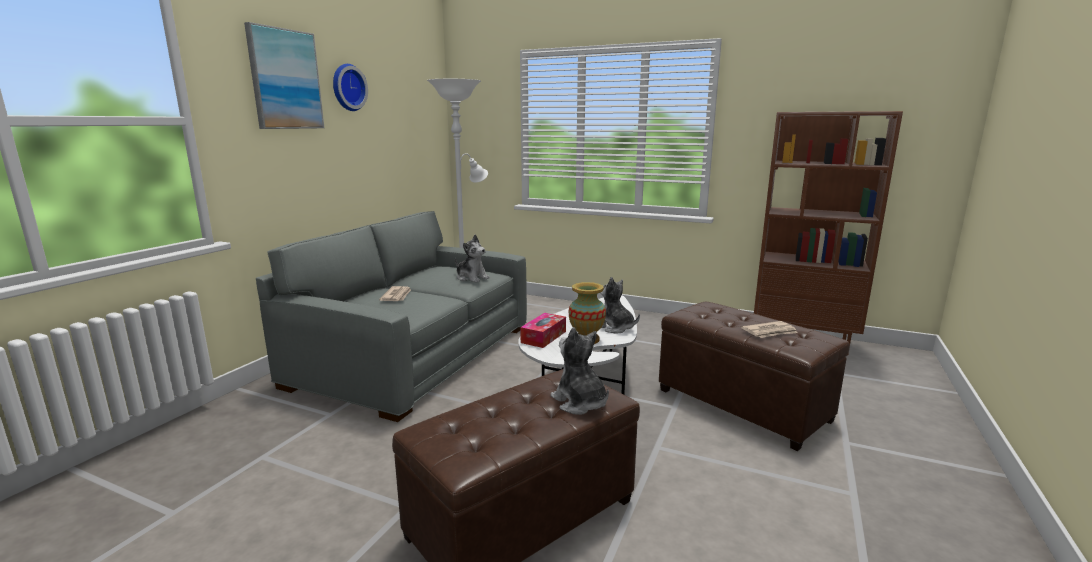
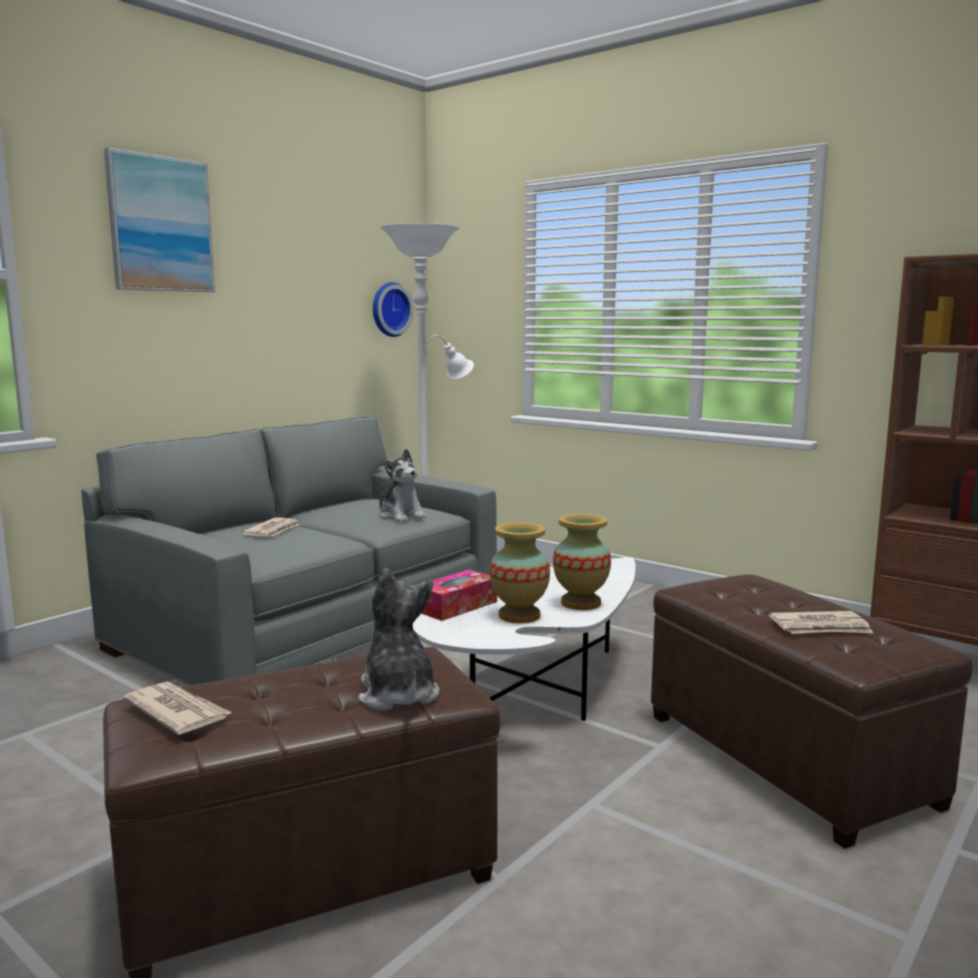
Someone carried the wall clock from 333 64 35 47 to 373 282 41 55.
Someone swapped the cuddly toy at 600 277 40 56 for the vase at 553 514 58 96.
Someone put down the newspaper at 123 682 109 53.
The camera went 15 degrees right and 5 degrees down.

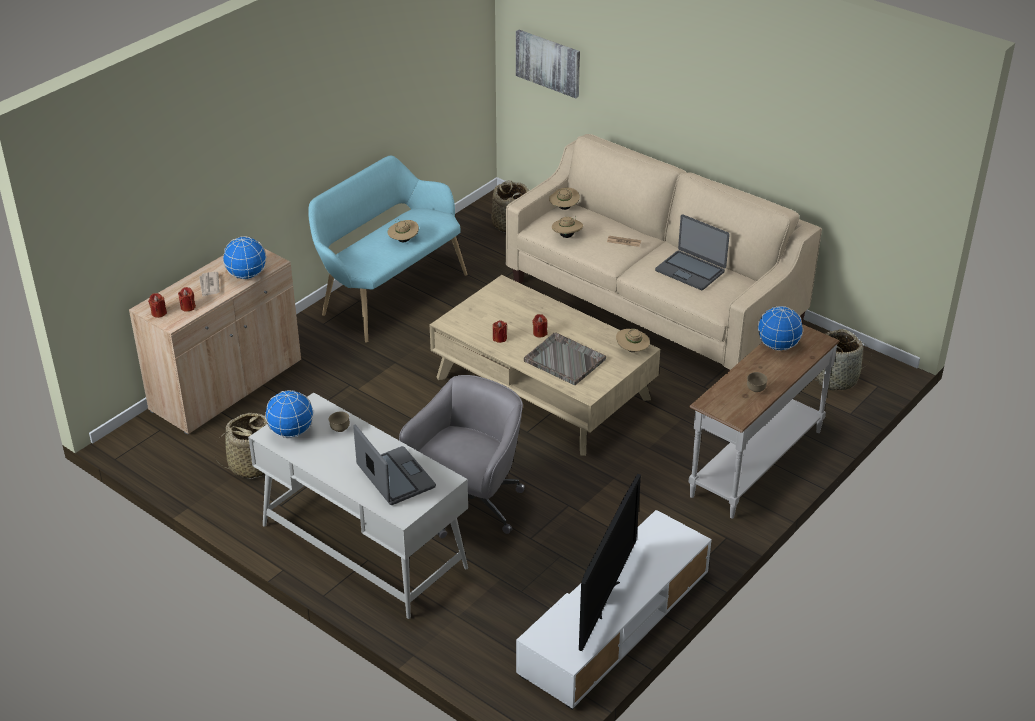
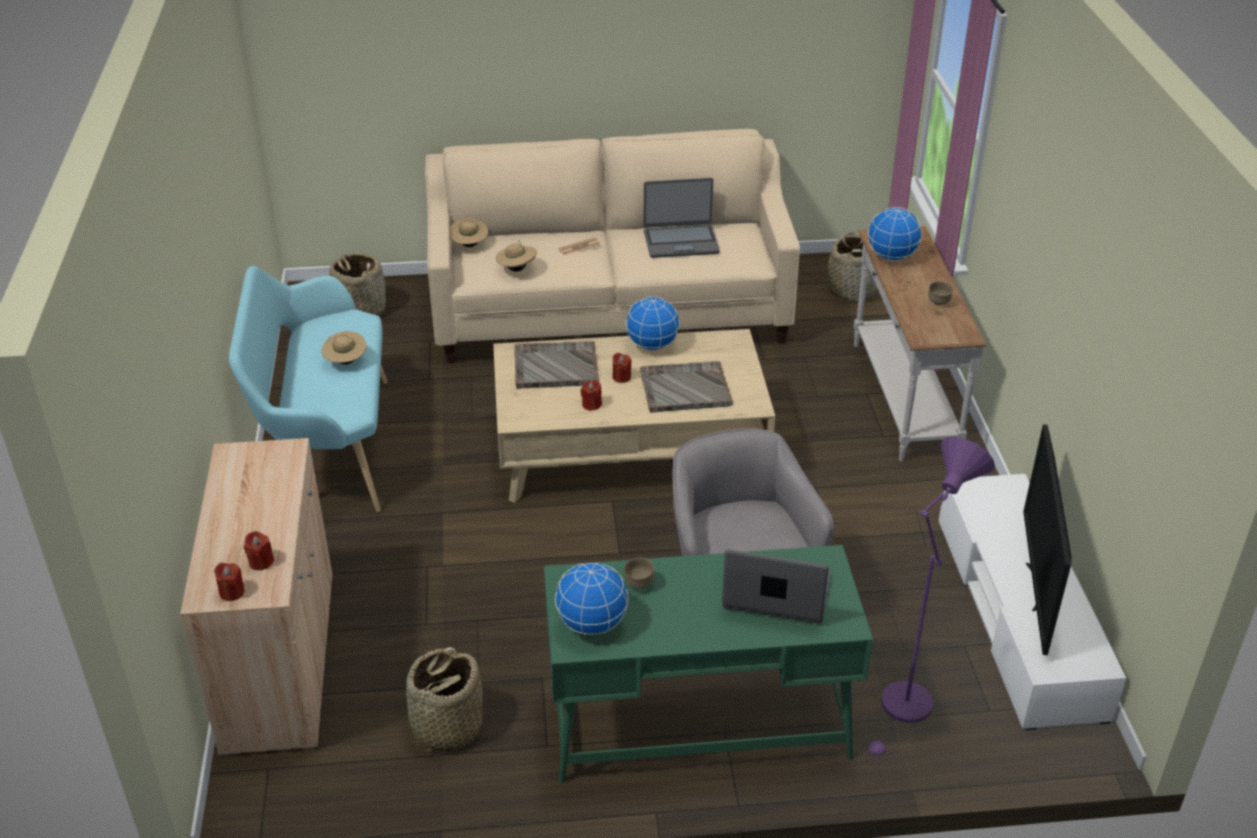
Someone took away the newspaper at 199 272 21 25.
Someone carried the world globe from 223 236 43 43 to 625 296 55 54.
Someone repainted the white-coloured desk table at 248 392 220 227, which became the greenish desk table at 544 545 329 239.
Someone took away the wall art at 516 30 64 68.
Someone rotated the TV set at 579 474 62 177 by 150 degrees counterclockwise.
Someone took away the sand-coloured clothing hat at 616 329 34 23.
Someone put down the grey carrying tray at 514 341 85 48.
Someone put down the purple standing lamp at 868 437 127 324.
The camera went 45 degrees left and 0 degrees up.

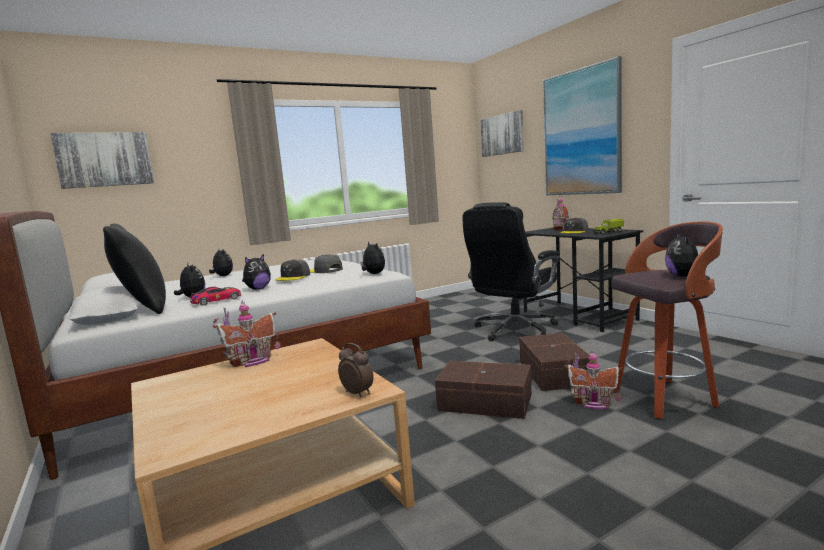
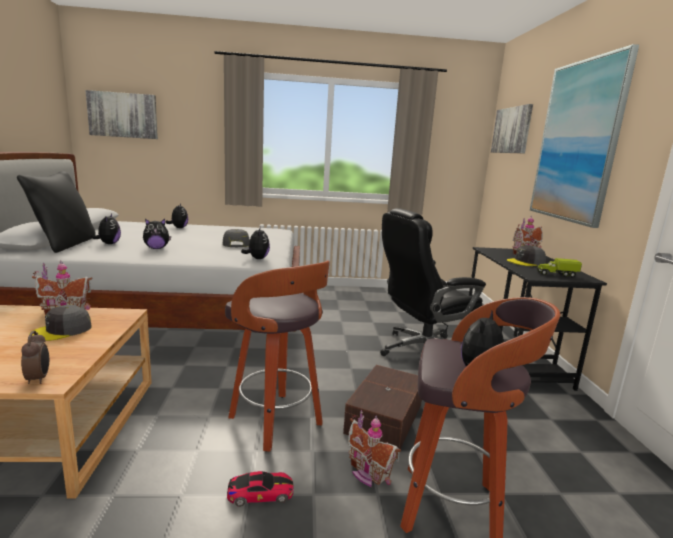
Someone carried the model car from 190 287 51 19 to 227 471 67 36.
Someone carried the grey baseball cap from 275 259 35 22 to 29 305 63 36.
Someone swapped the brownish storage container at 435 361 97 58 for the stool at 225 260 105 192.
The camera went 25 degrees right and 5 degrees up.

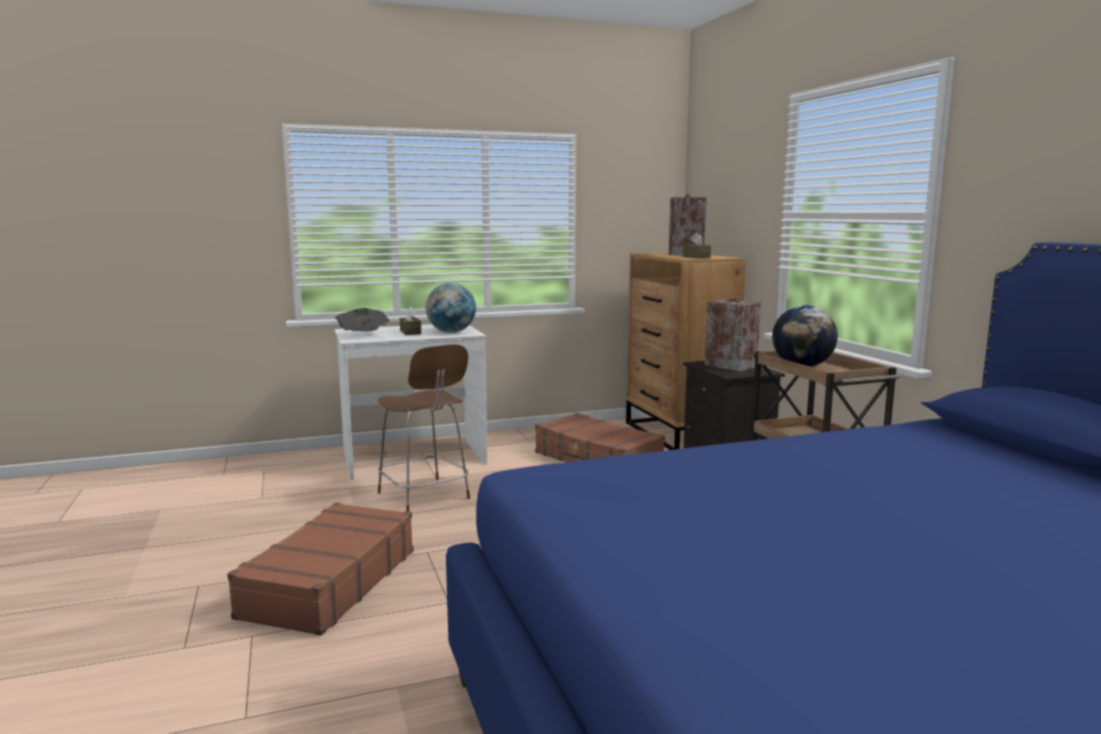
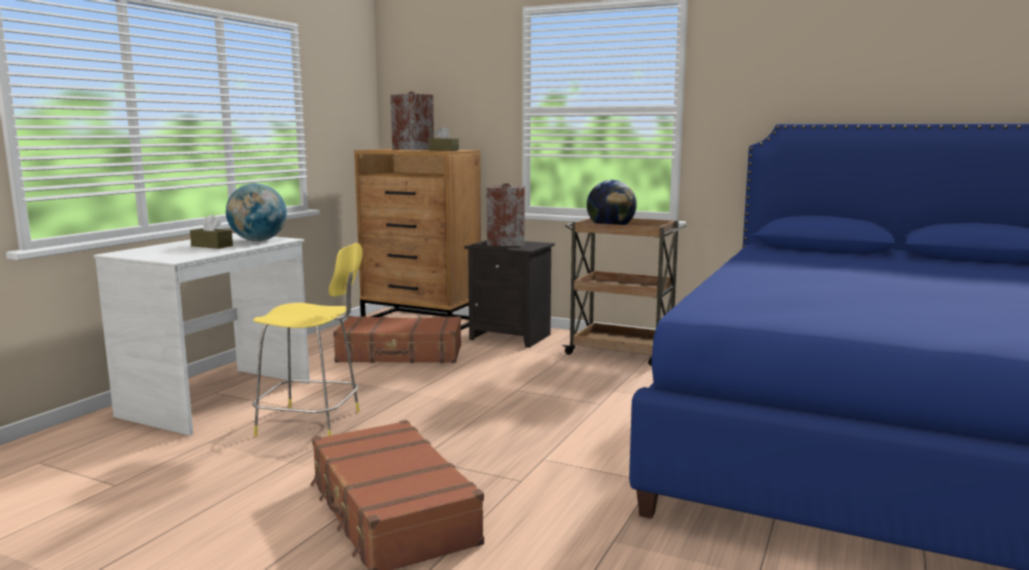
Someone took away the newspaper at 335 308 55 24.
Someone repainted the brownish stool at 378 344 92 168, which became the yellowish stool at 252 243 111 193.
The camera went 45 degrees left and 0 degrees up.

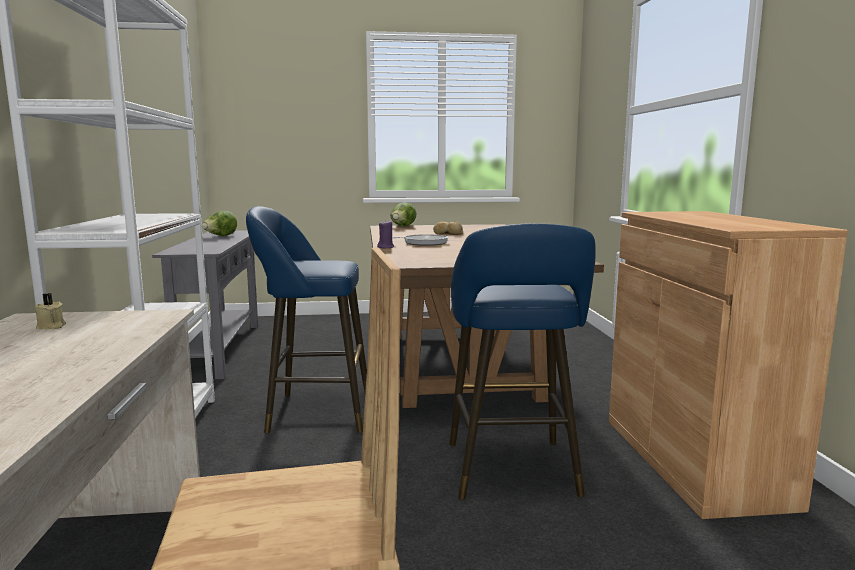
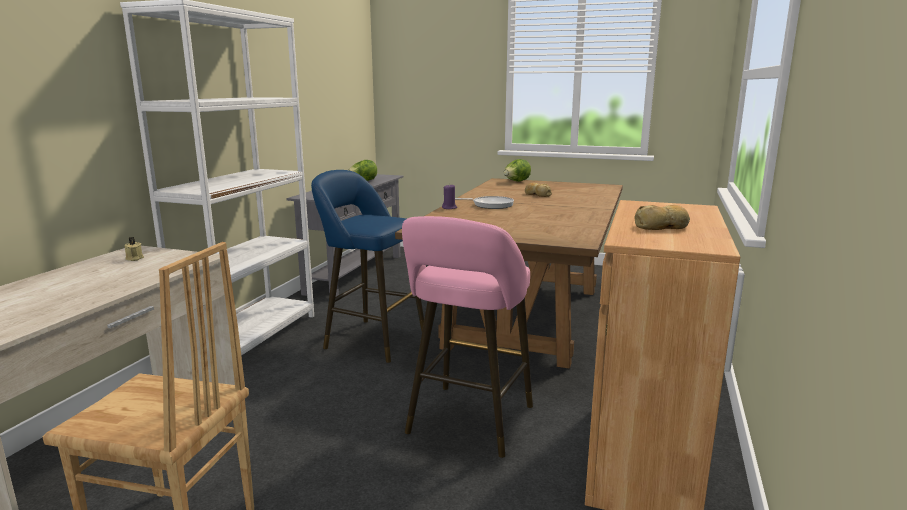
Someone repainted the blue stool at 449 223 147 277, which became the pinkish stool at 402 216 131 242.
Someone put down the baked bread at 635 205 55 25.
The camera went 25 degrees right and 5 degrees up.

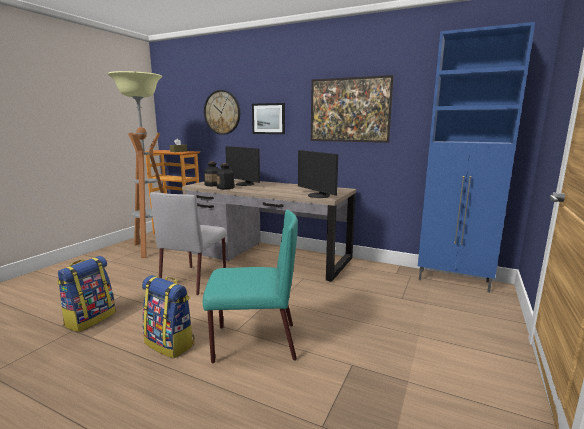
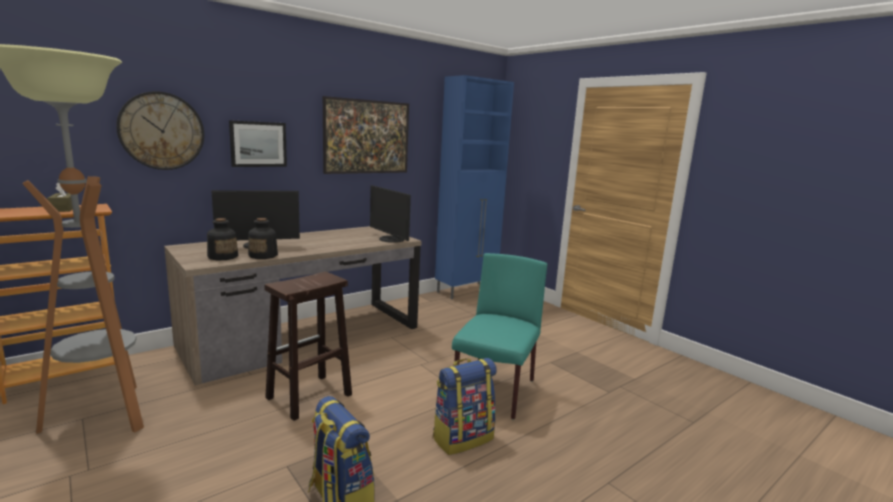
Someone swapped the grey chair at 150 192 77 103 for the brownish stool at 265 272 87 149.
Someone rotated the computer screen at 298 150 40 48 by 60 degrees clockwise.
The camera went 65 degrees left and 0 degrees up.

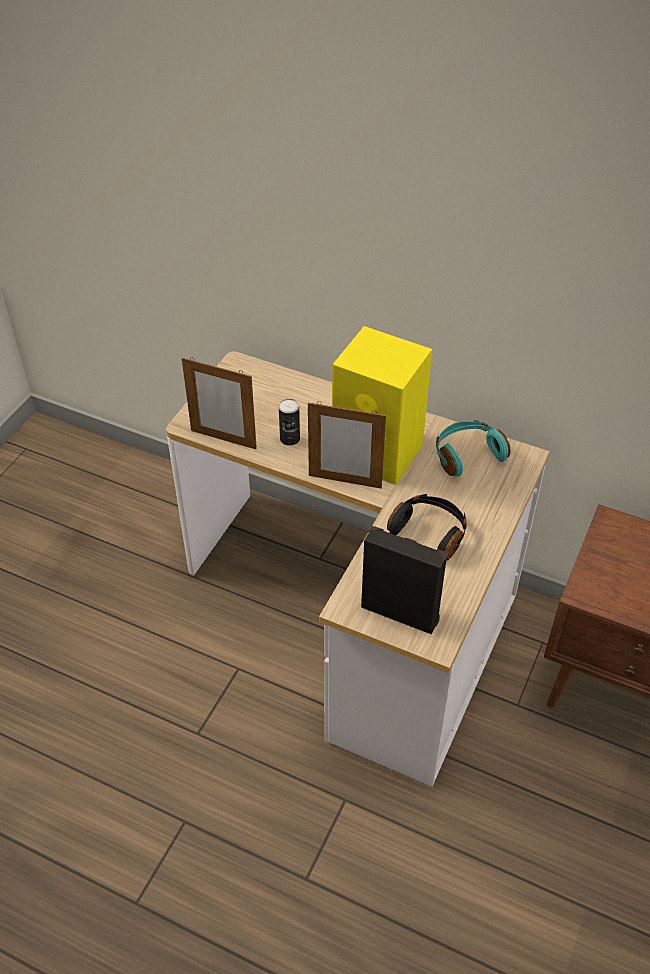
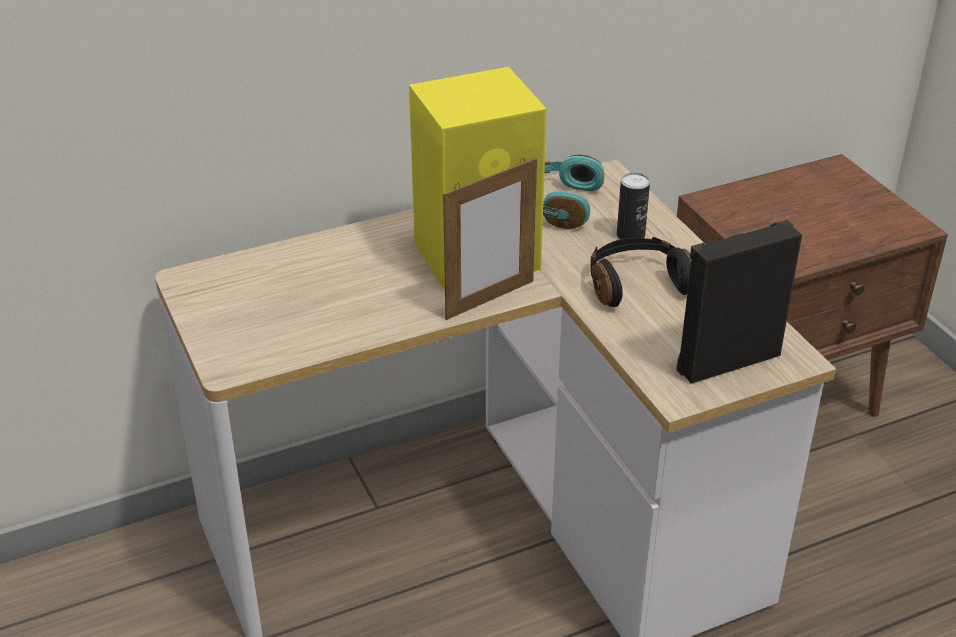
Someone took away the standing frame at 182 357 75 92.
Someone carried the metal can from 279 399 21 47 to 617 173 33 66.
The camera went 50 degrees left and 10 degrees down.

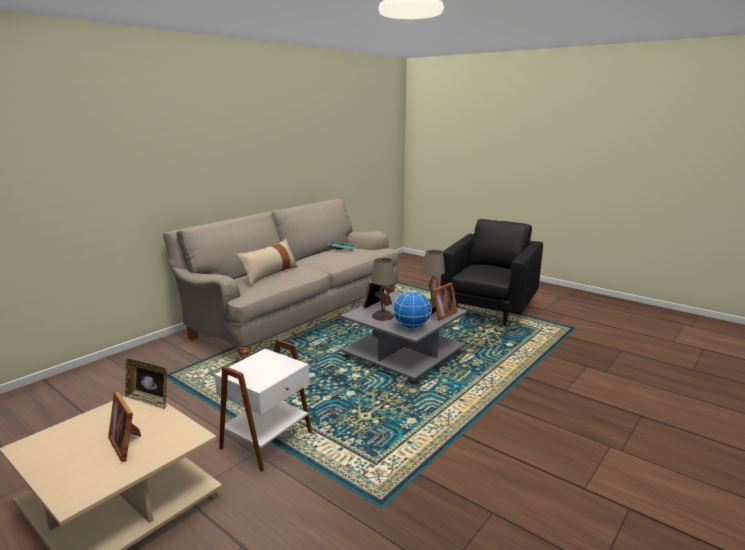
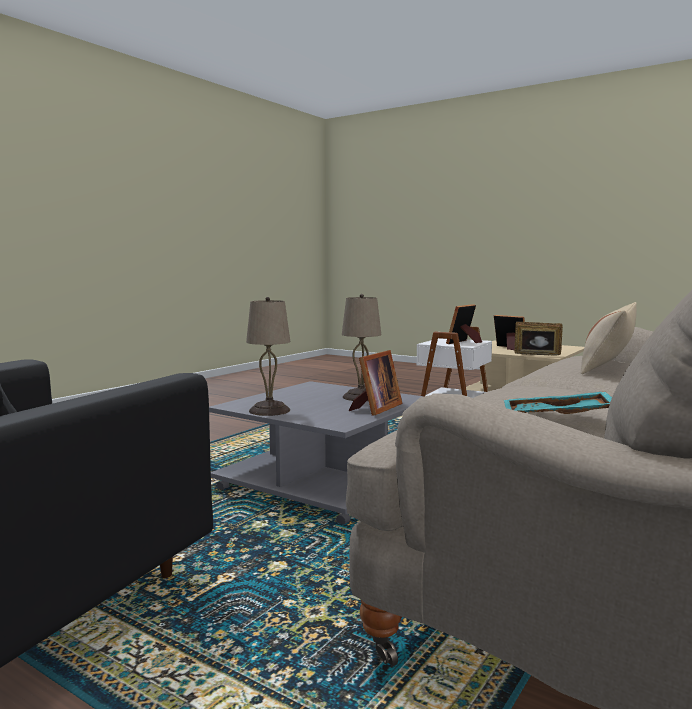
Someone took away the world globe at 393 290 39 39.
Someone carried the standing frame from 431 282 27 38 to 446 304 36 40.
The camera went 175 degrees right and 10 degrees down.

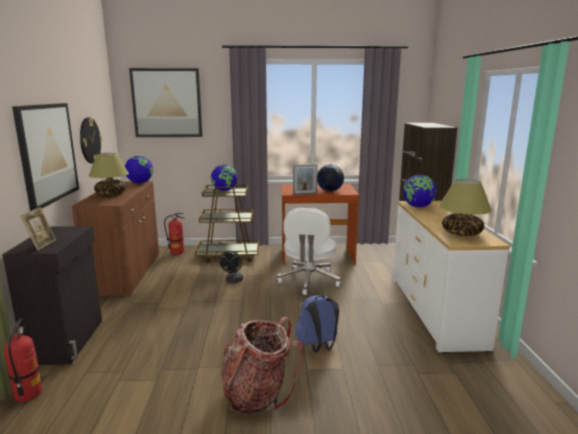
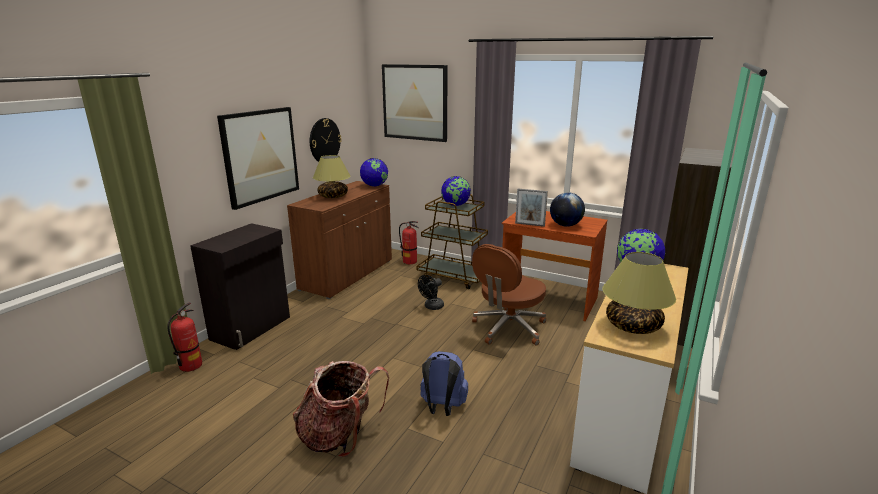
Someone took away the standing frame at 20 207 36 44.
Someone repainted the white-coloured desk chair at 277 208 64 87, which became the brownish desk chair at 472 244 74 102.
The camera went 30 degrees right and 5 degrees up.

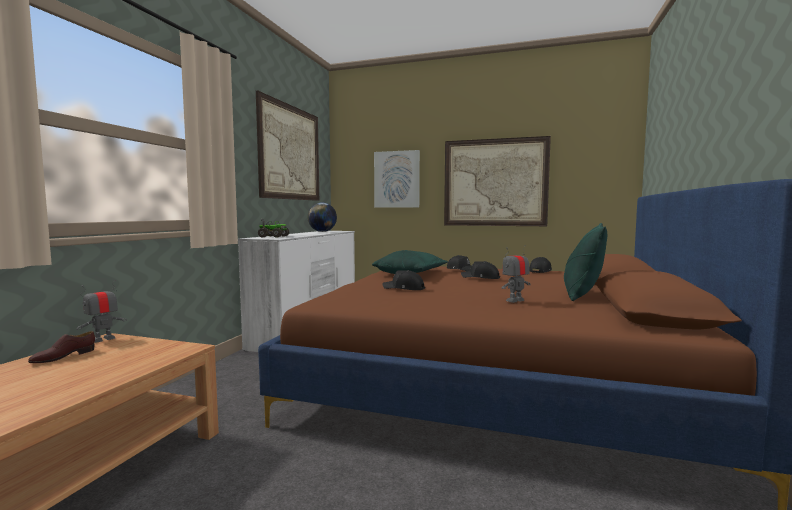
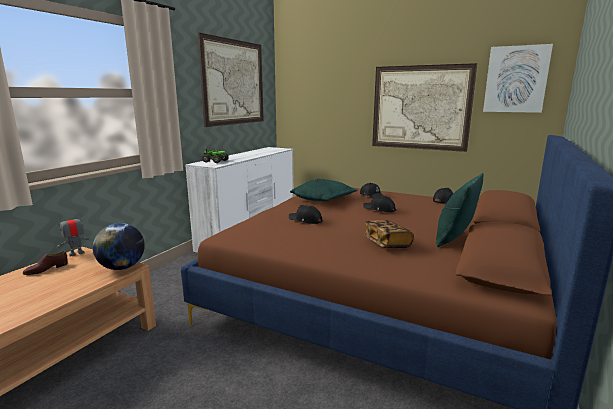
Someone carried the world globe from 307 202 30 30 to 93 223 52 47.
Someone carried the wall art from 374 150 46 58 to 483 44 70 69.
Someone swapped the toy robot at 502 245 29 58 for the bound book at 363 220 51 28.
The camera went 10 degrees right and 10 degrees up.

